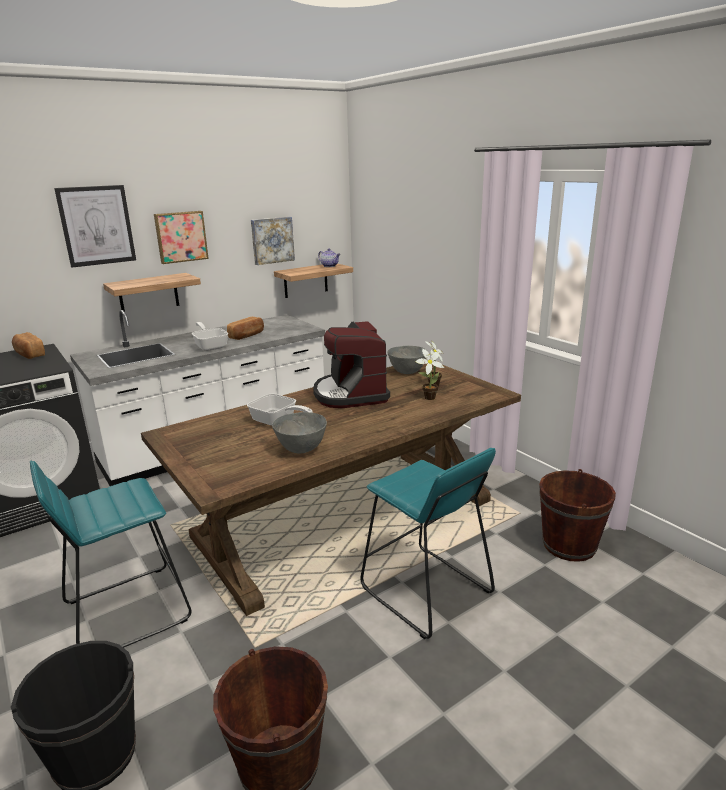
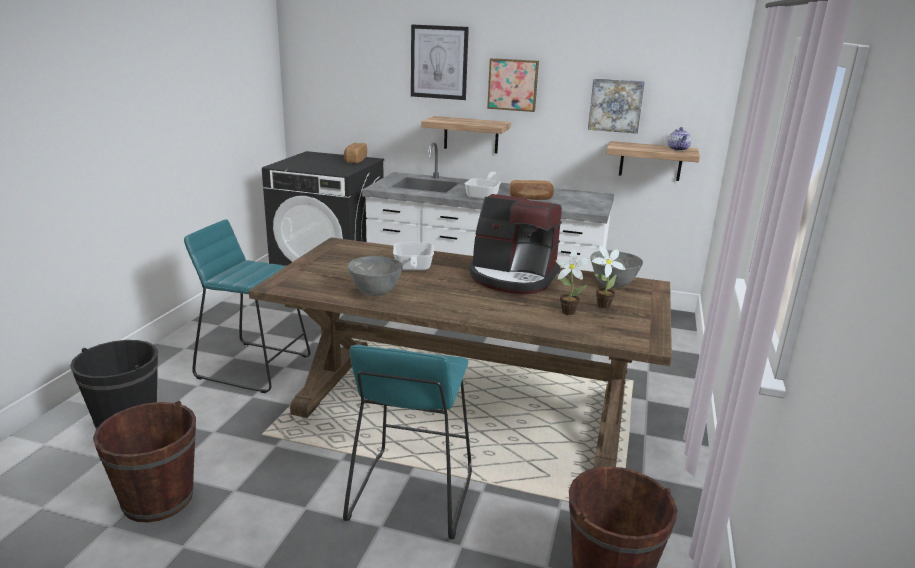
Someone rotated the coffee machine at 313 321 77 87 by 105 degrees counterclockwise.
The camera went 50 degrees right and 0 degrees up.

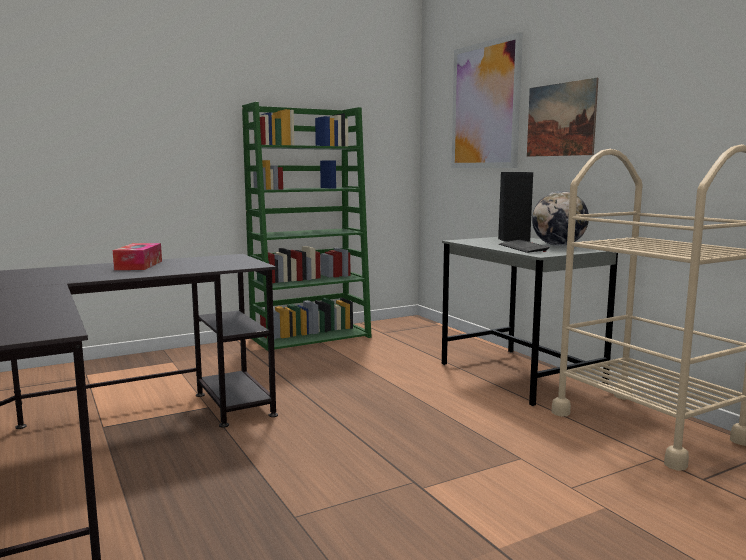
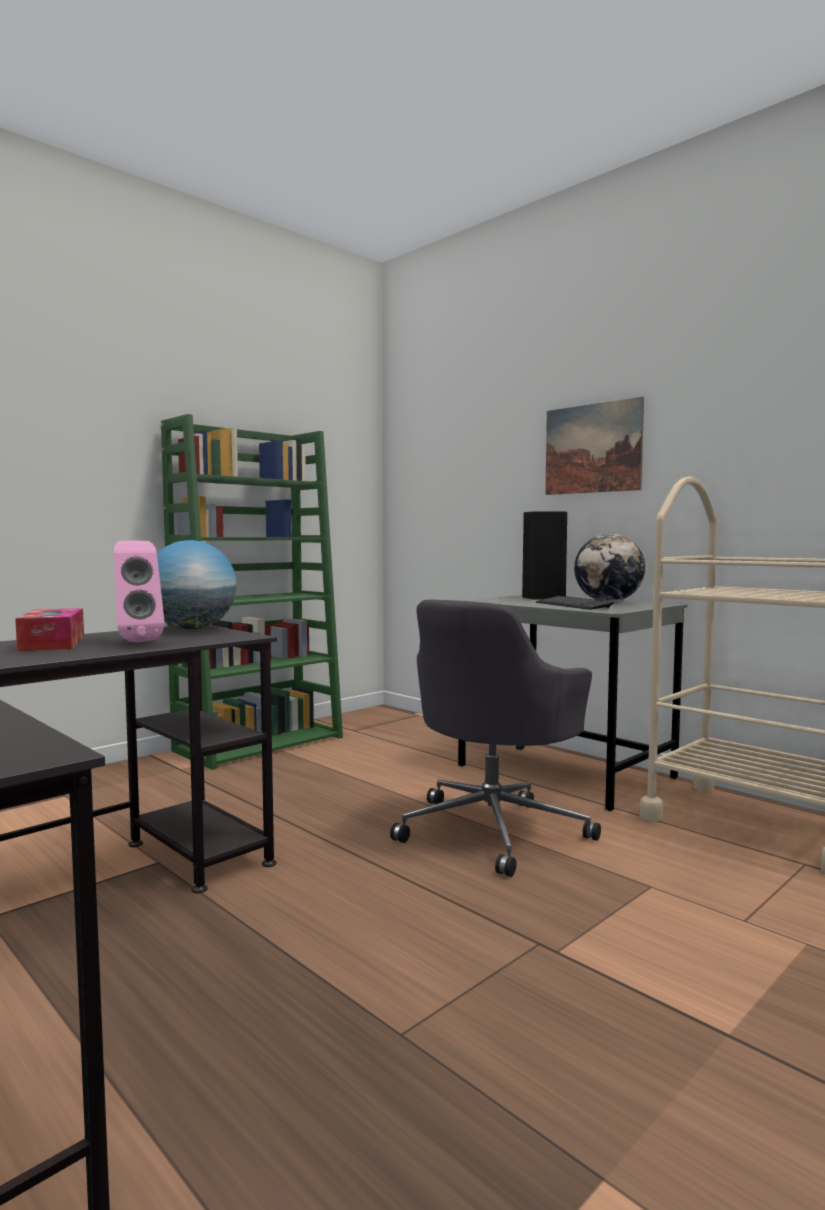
Someone took away the wall art at 451 32 72 136.
Someone put down the pinkish loudspeaker at 114 540 51 103.
Someone put down the world globe at 157 540 80 89.
Someone put down the grey desk chair at 390 600 211 277.
The camera went 15 degrees left and 5 degrees down.

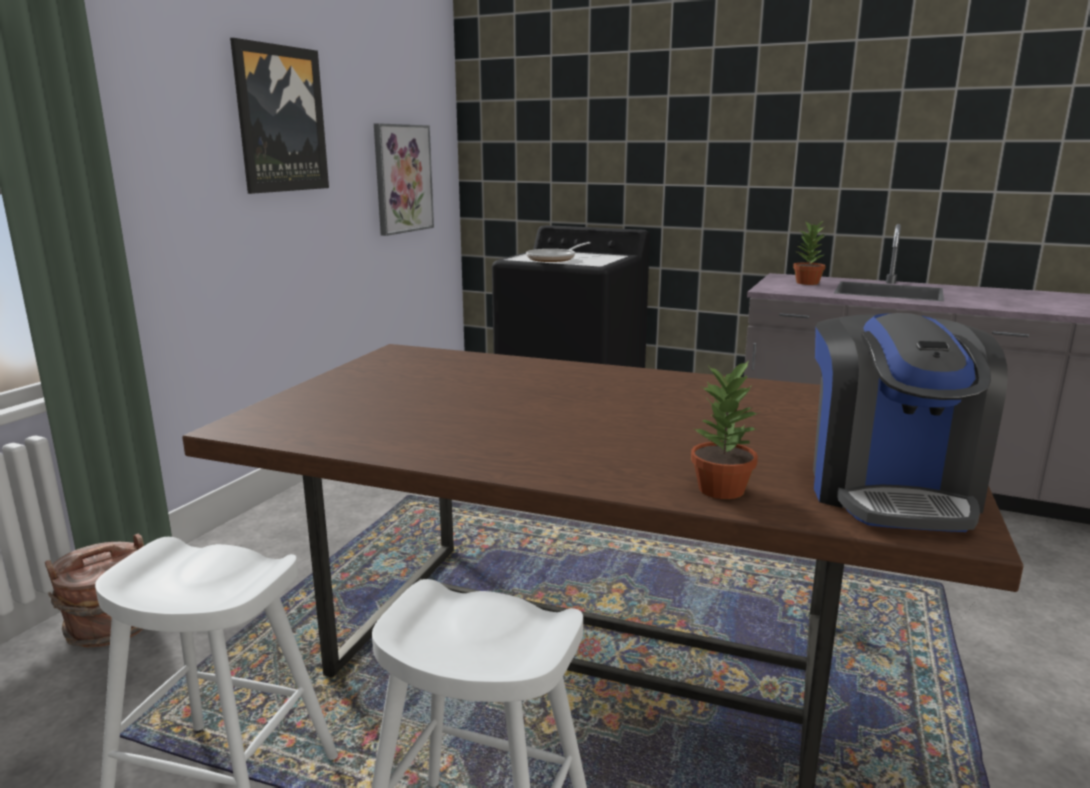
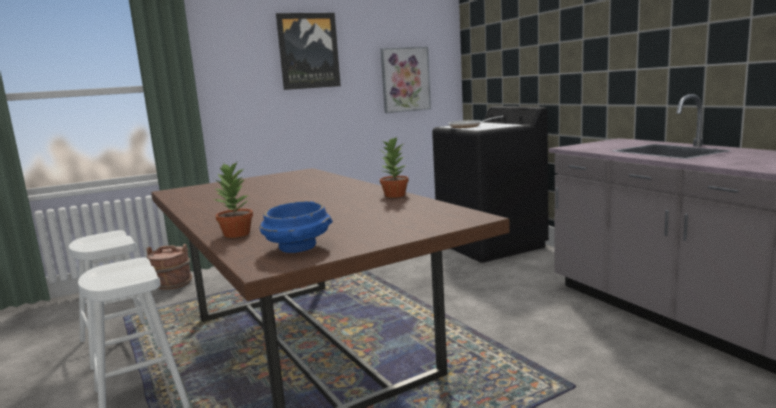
Someone carried the potted plant from 793 221 33 64 to 380 137 29 61.
Someone swapped the coffee machine at 813 313 195 219 for the blue serving bowl at 259 201 74 52.
The camera went 40 degrees right and 5 degrees down.

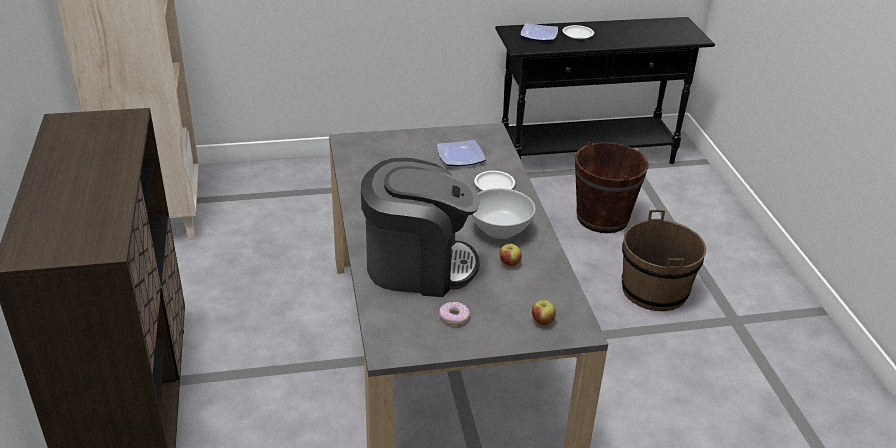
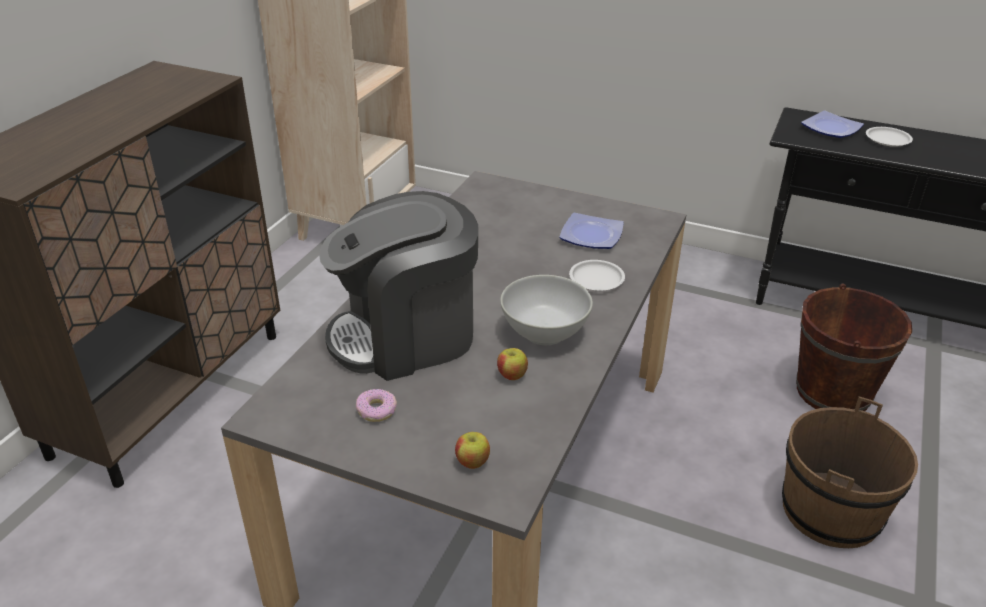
Someone rotated the coffee machine at 361 158 119 139 by 120 degrees clockwise.
The camera went 35 degrees right and 0 degrees up.

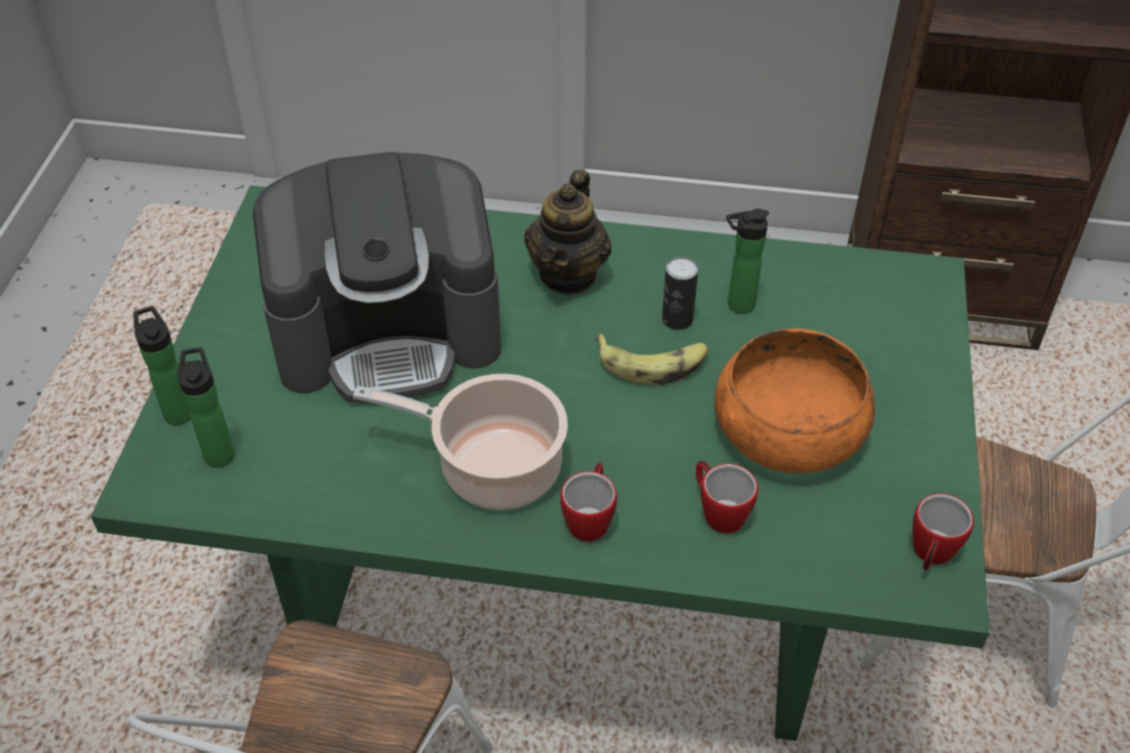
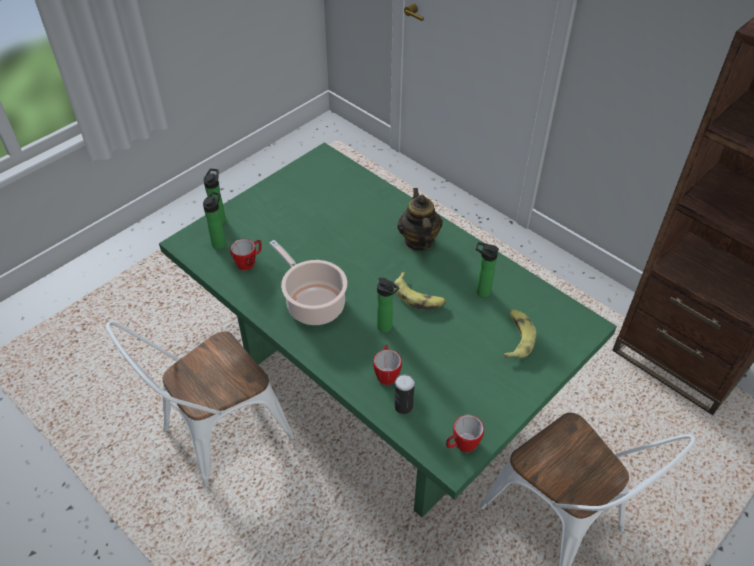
Someone took away the coffee machine at 253 152 248 251.
Someone rotated the tea pot at 524 170 88 125 by 120 degrees clockwise.
Someone carried the mug from 560 463 57 79 to 230 239 32 32.
Someone carried the metal can from 662 257 36 73 to 394 374 21 40.
Someone took away the orange serving bowl at 714 328 161 145.
Someone put down the drink bottle at 377 278 22 54.
Someone put down the banana at 503 310 33 48.
The camera went 35 degrees right and 0 degrees up.

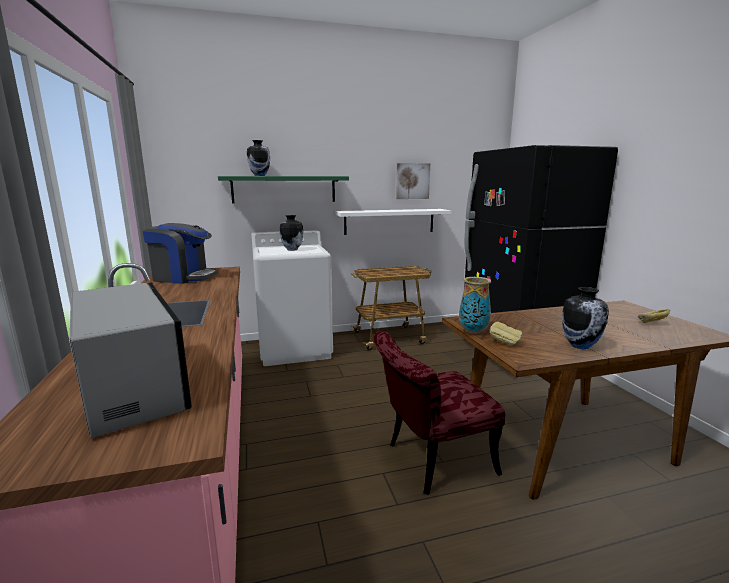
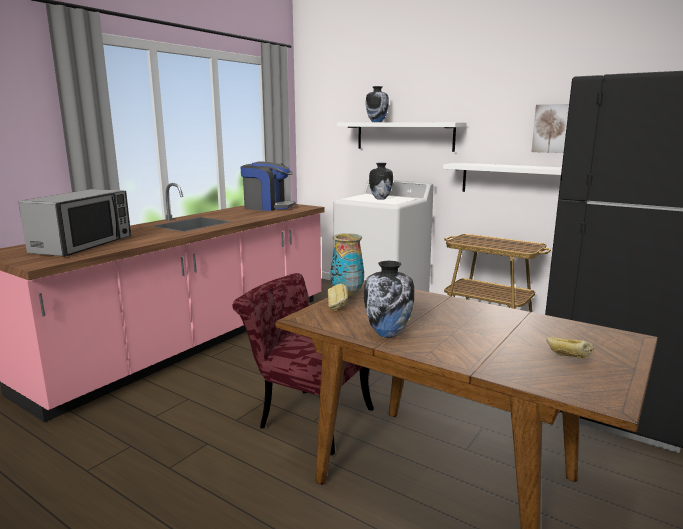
Someone rotated the coffee machine at 143 223 75 61 by 45 degrees counterclockwise.
Someone repainted the greenish wall shelf at 218 176 131 27, which became the white-coloured wall shelf at 337 122 130 30.
The camera went 50 degrees right and 0 degrees up.

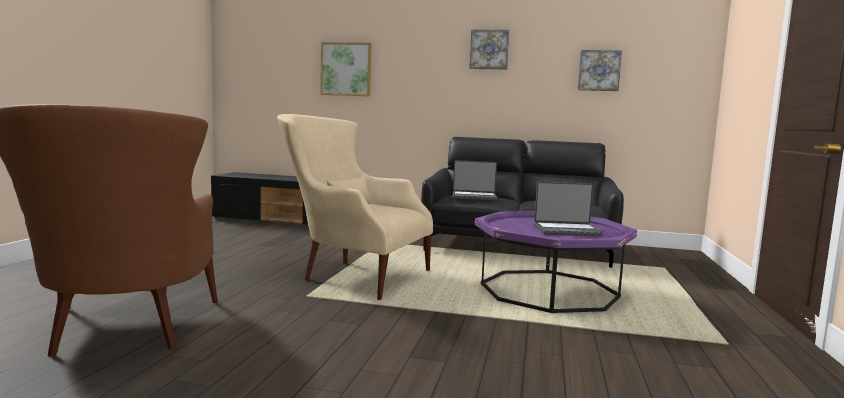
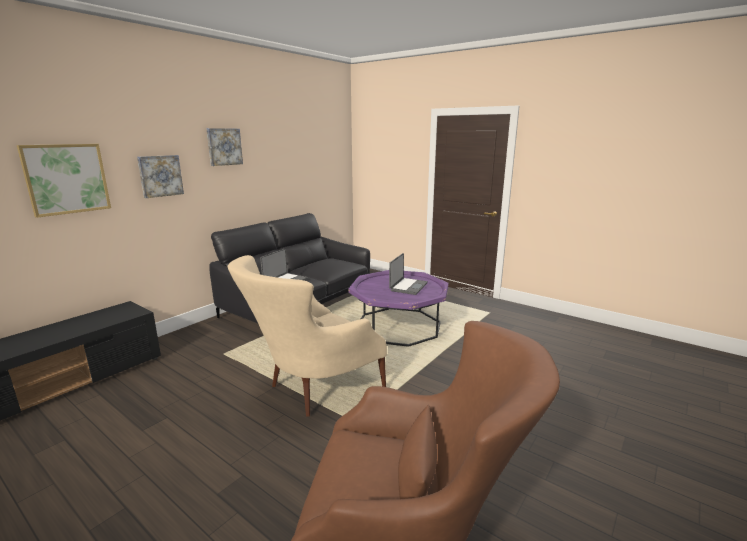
Someone carried the wall art from 578 50 44 41 to 137 155 47 43.
The camera went 65 degrees left and 10 degrees up.

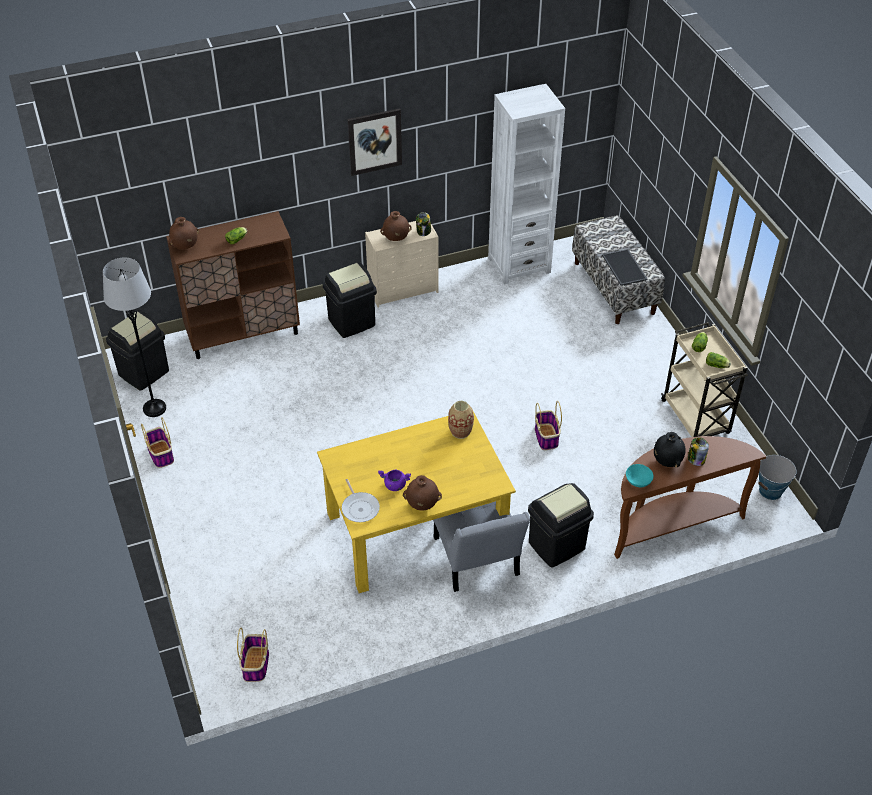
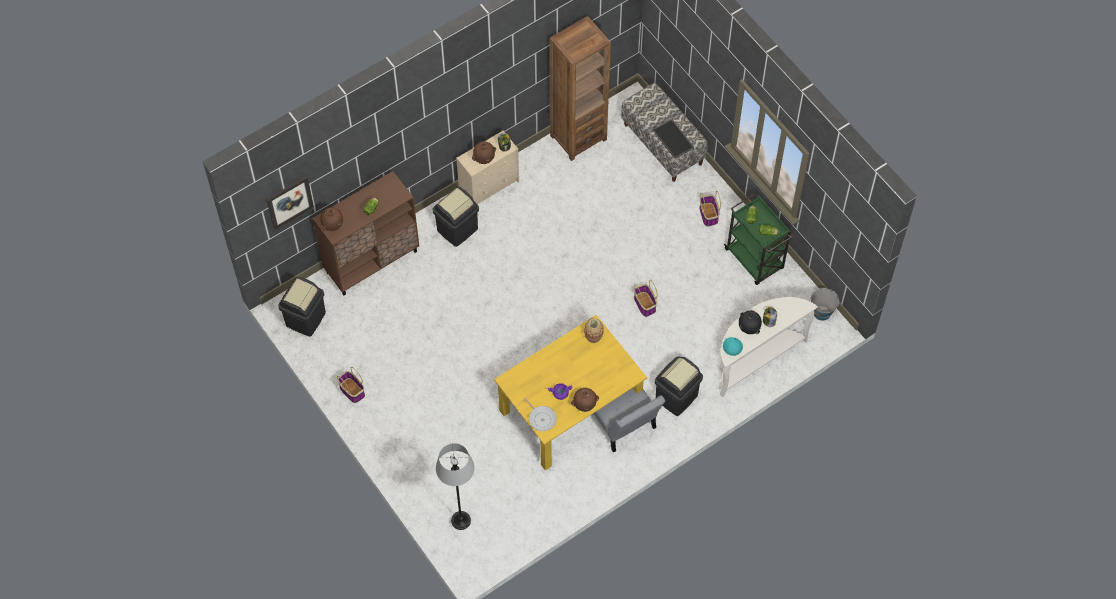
Someone carried the grey standing lamp from 103 258 63 159 to 436 443 39 87.
Someone carried the storage basket from 237 627 32 55 to 700 191 21 36.
Someone carried the wall art from 347 108 55 68 to 266 176 48 54.
Someone repainted the white-coloured shelving unit at 488 84 77 201, which became the brownish shelving unit at 550 16 61 145.
Someone repainted the brownish console table at 614 436 152 123, which became the white-coloured console table at 720 297 98 101.
Someone repainted the sand-coloured wheeled cart at 661 322 87 115, which became the greenish wheeled cart at 724 194 68 91.
The camera went 15 degrees left and 15 degrees up.

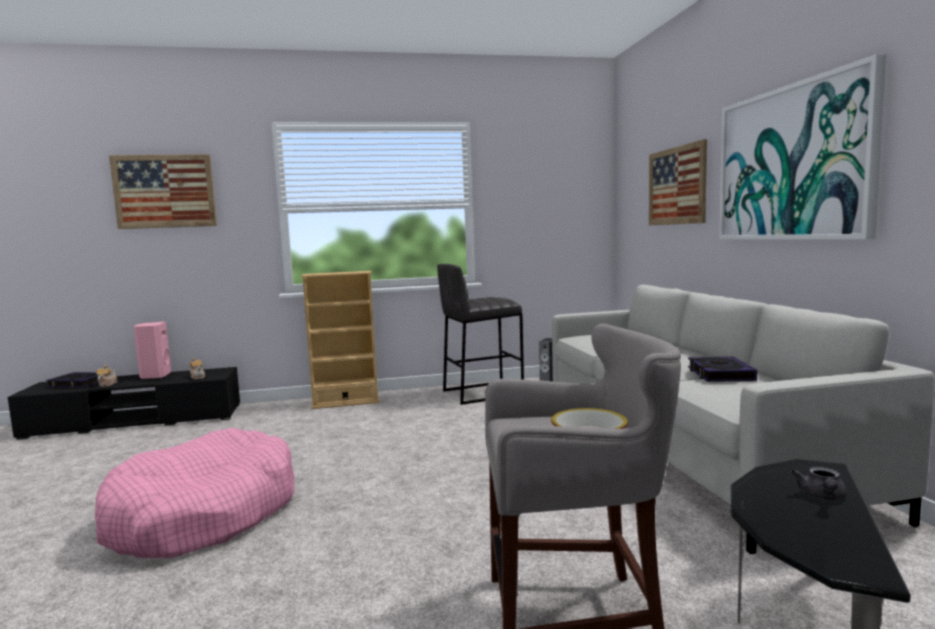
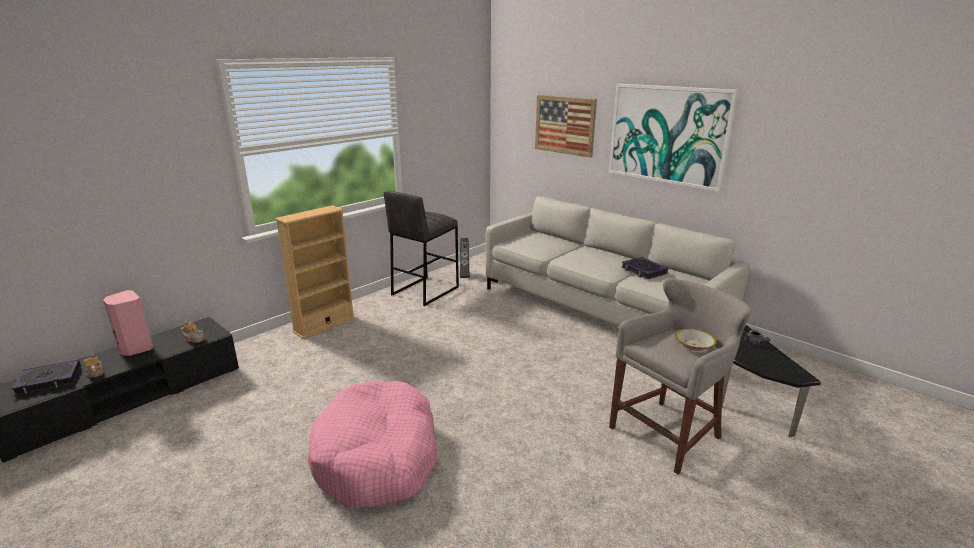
Someone took away the wall art at 109 154 108 75.
The camera went 35 degrees left and 15 degrees up.

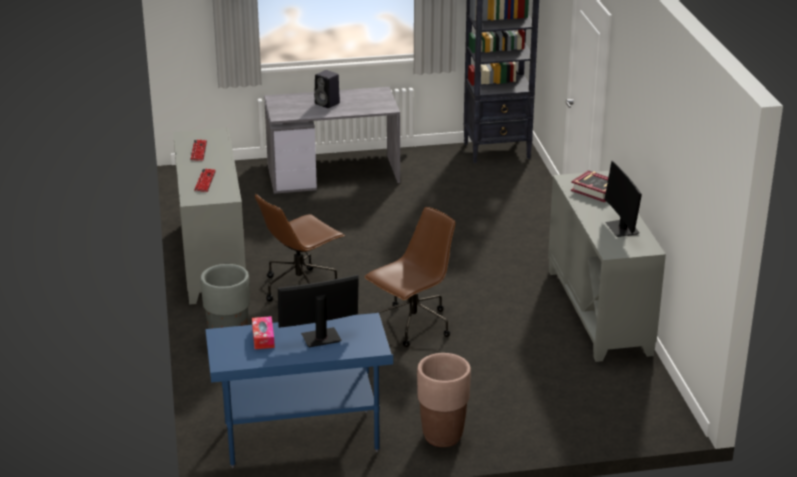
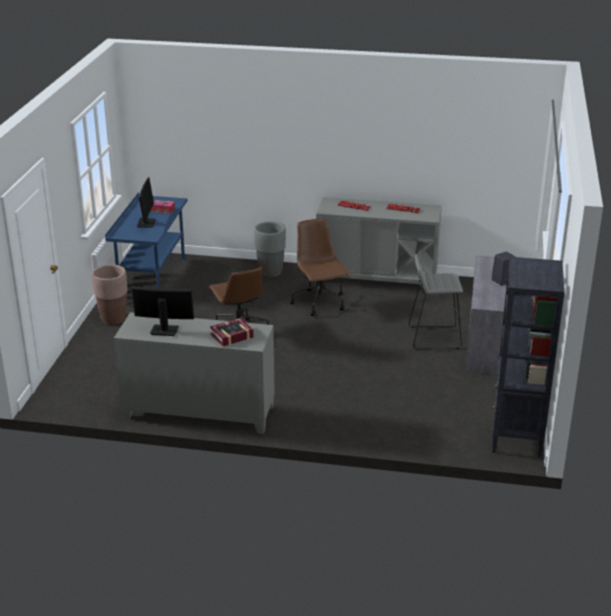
Someone put down the grey stool at 409 254 54 96.
The camera went 110 degrees right and 0 degrees up.

